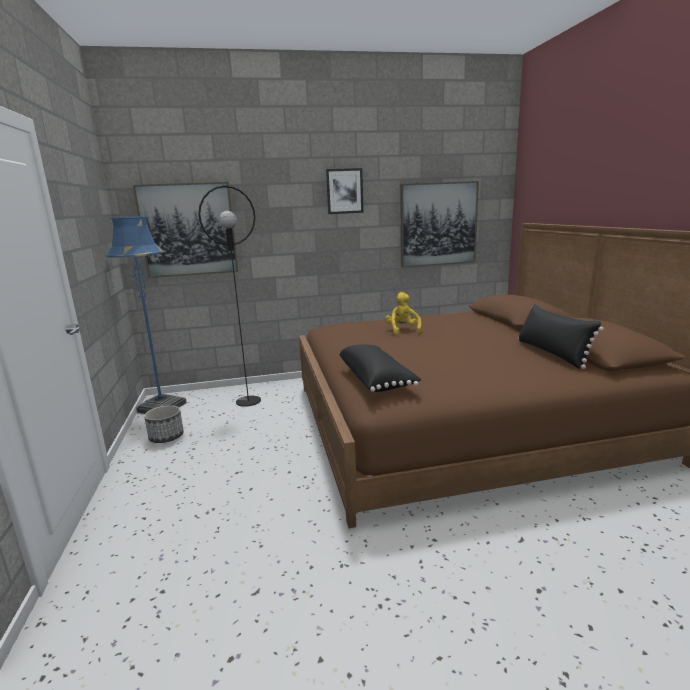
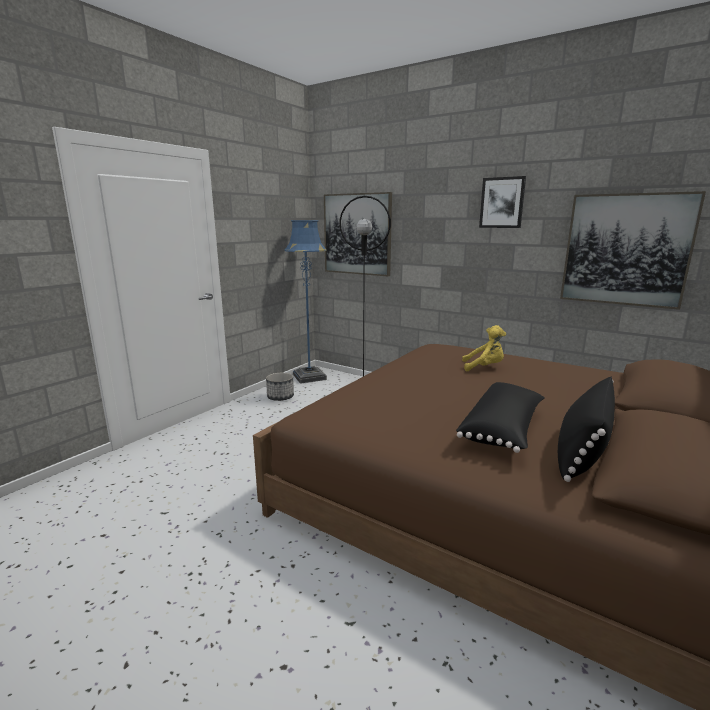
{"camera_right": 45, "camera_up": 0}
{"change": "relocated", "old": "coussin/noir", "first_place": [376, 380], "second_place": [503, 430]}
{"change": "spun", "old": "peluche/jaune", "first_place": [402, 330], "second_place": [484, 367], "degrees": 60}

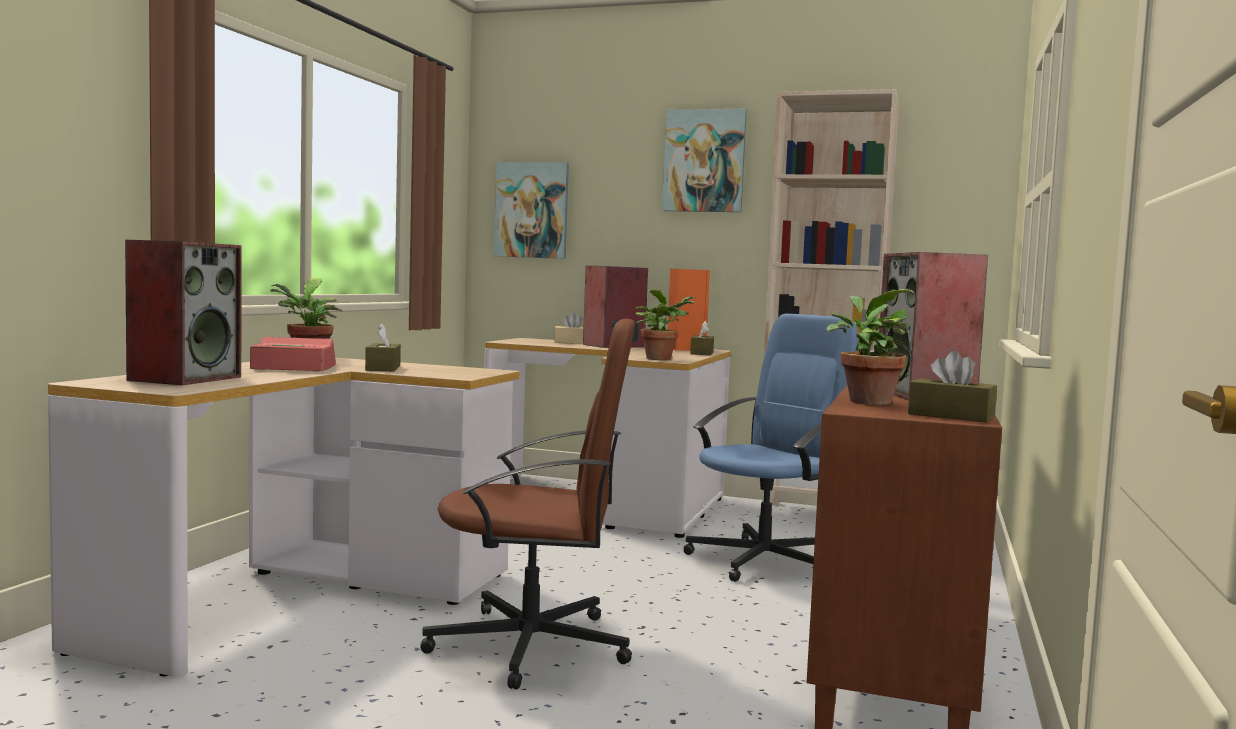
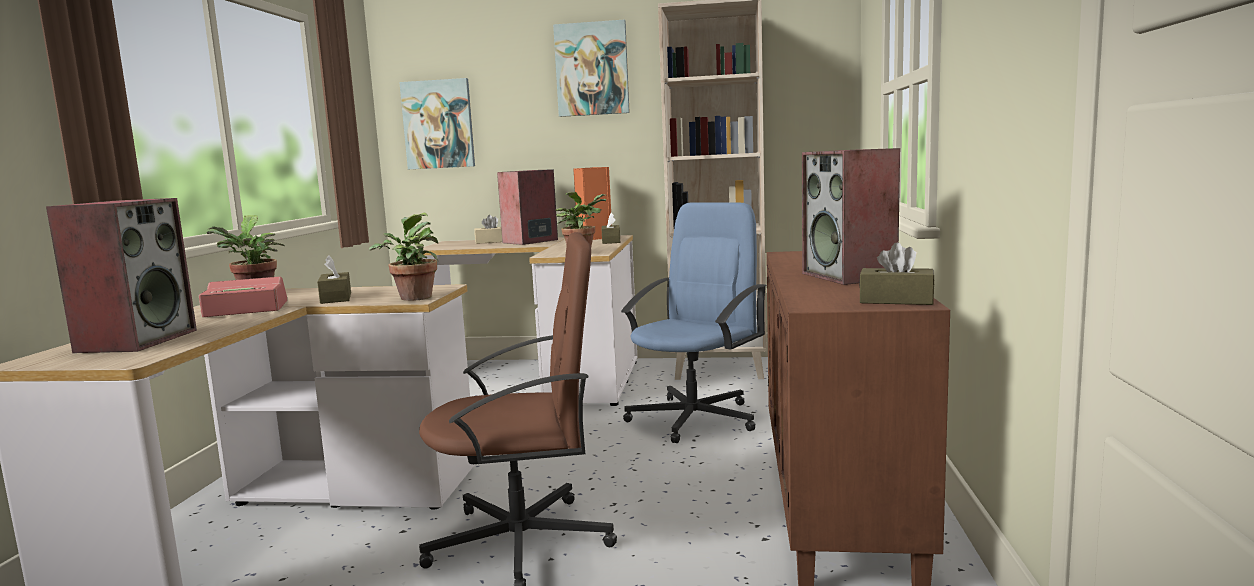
{"camera_right": -10, "camera_up": 5}
{"change": "relocated", "old": "plante en pot", "first_place": [865, 401], "second_place": [414, 297]}

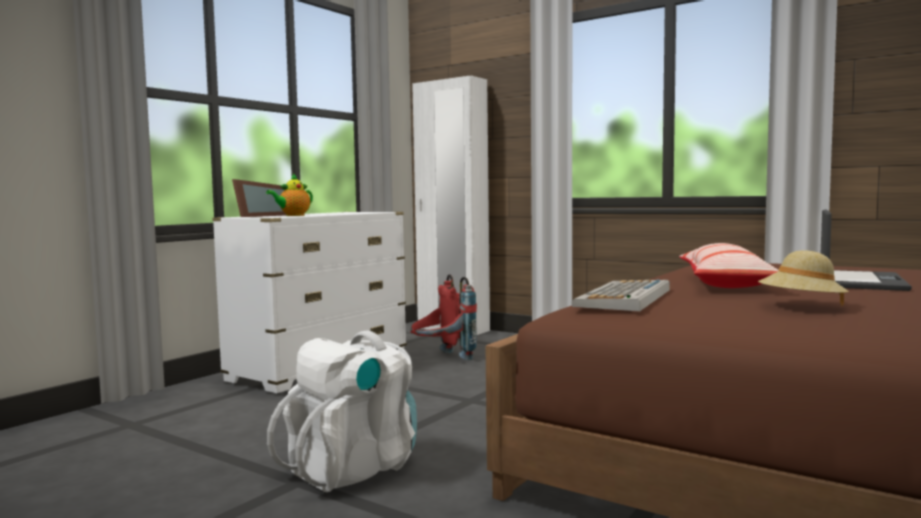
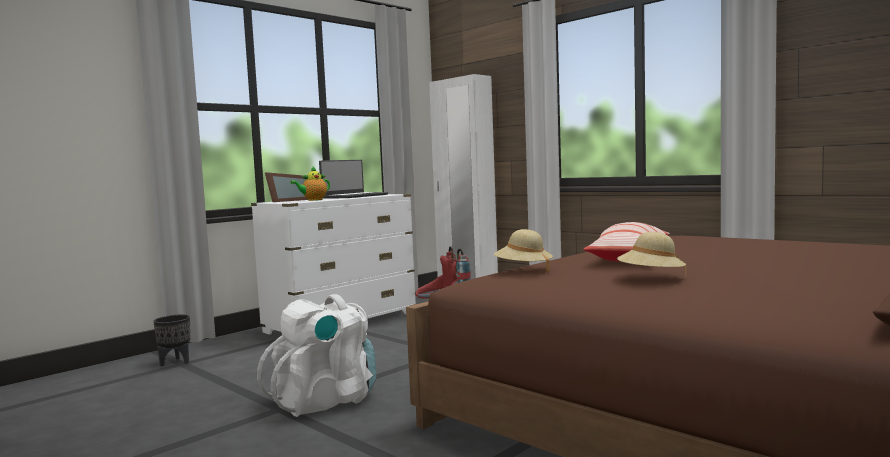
{"camera_right": 10, "camera_up": 0}
{"change": "exchanged", "old": "clavier", "new": "chapeau/beige", "first_place": [624, 298], "second_place": [523, 270]}
{"change": "relocated", "old": "ordinateur portable", "first_place": [859, 281], "second_place": [354, 196]}
{"change": "appeared", "new": "cache-pot/noir", "second_place": [175, 362]}

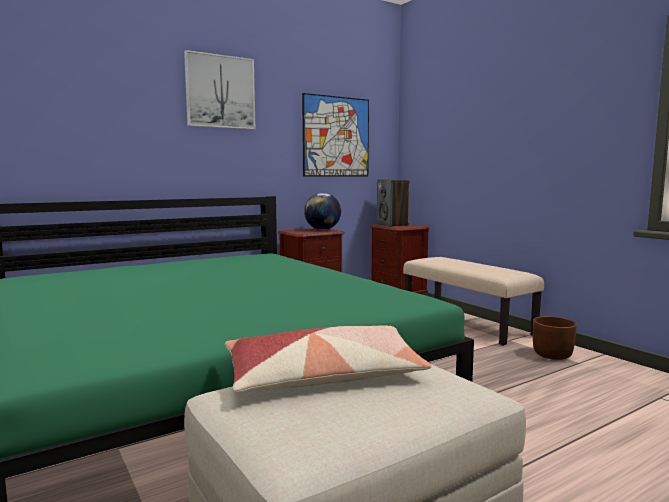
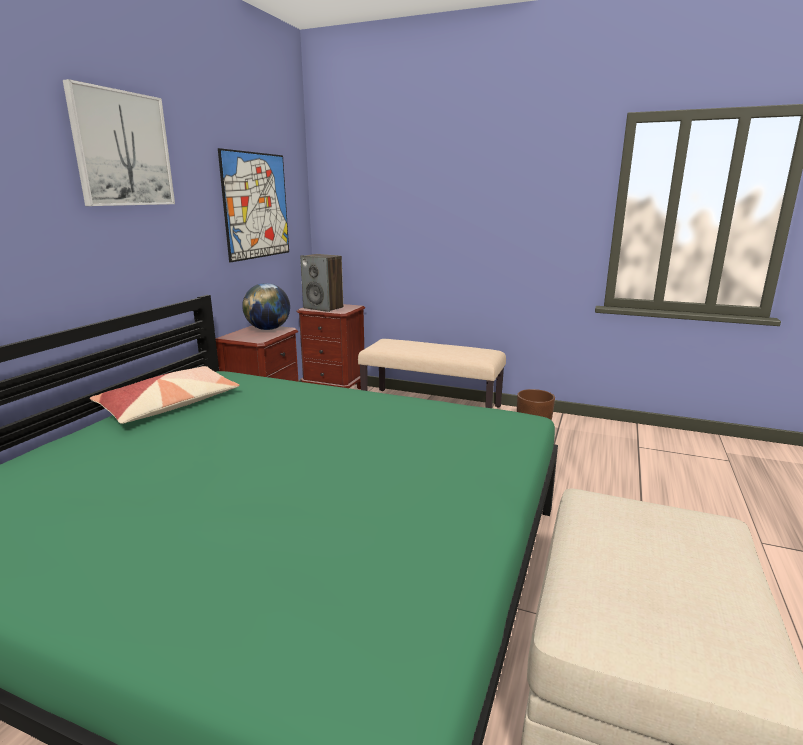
{"camera_right": -35, "camera_up": 10}
{"change": "relocated", "old": "coussin", "first_place": [325, 377], "second_place": [171, 406]}

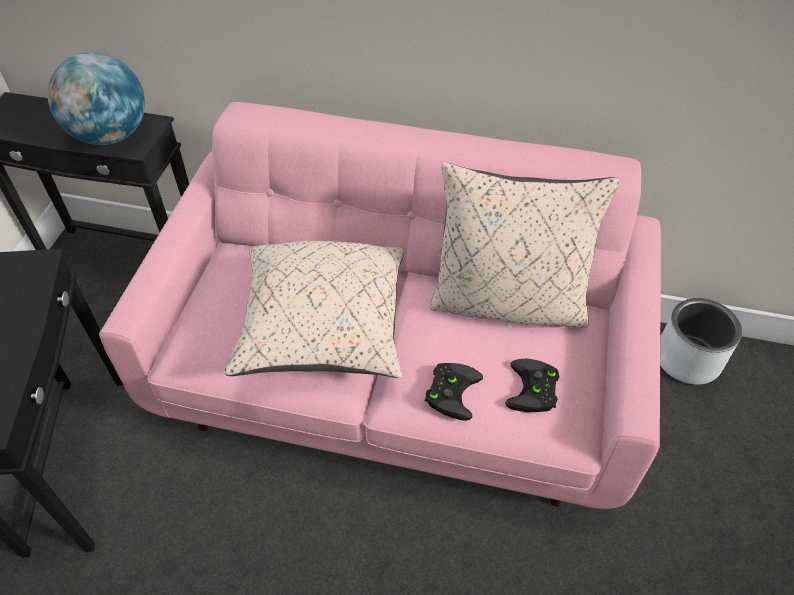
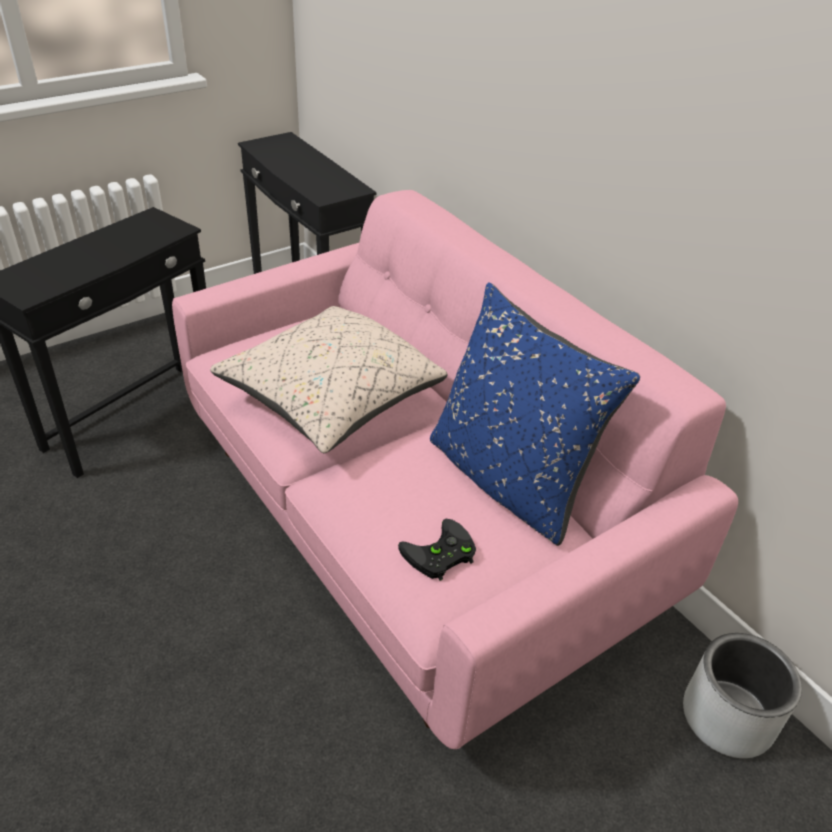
{"camera_right": 40, "camera_up": -10}
{"change": "missing", "old": "globe", "first_place": [110, 135]}
{"change": "missing", "old": "manette/noir", "first_place": [451, 390]}
{"change": "colour", "old": "coussin/beige", "new": "coussin/bleu", "first_place": [508, 302], "second_place": [508, 480]}

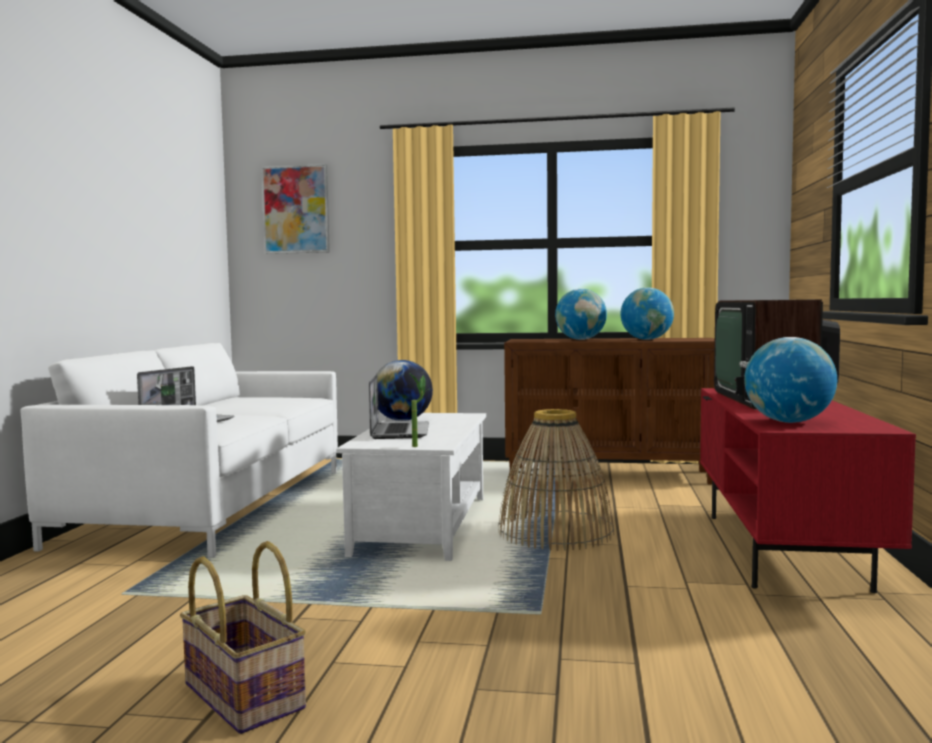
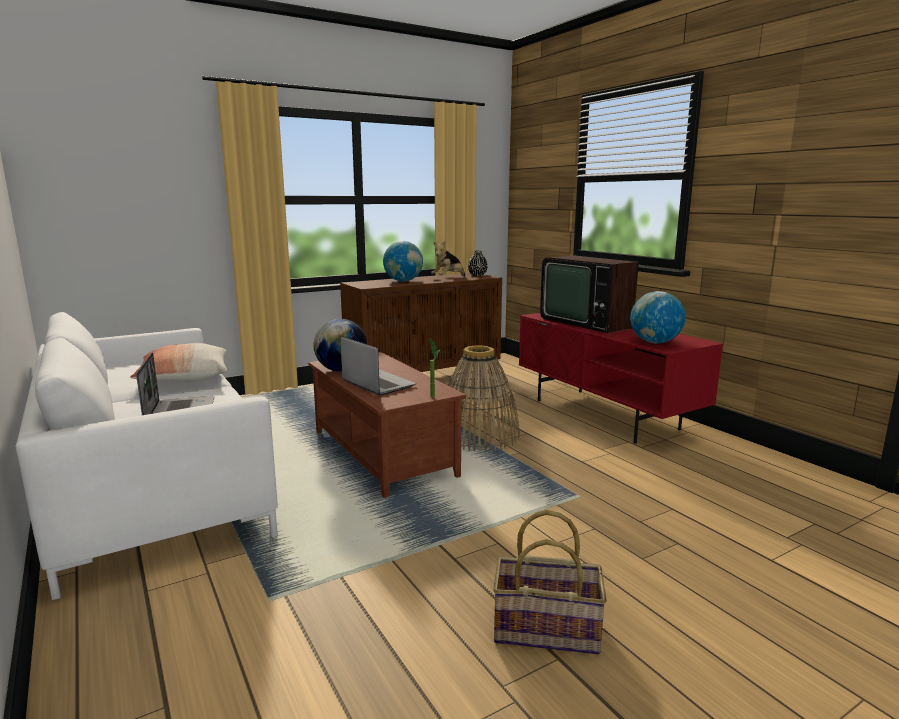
{"camera_right": -40, "camera_up": 10}
{"change": "missing", "old": "tableau", "first_place": [296, 209]}
{"change": "colour", "old": "table basse/blanc", "new": "table basse/marron", "first_place": [421, 524], "second_place": [381, 453]}
{"change": "exchanged", "old": "globe", "new": "peluche", "first_place": [647, 339], "second_place": [448, 278]}
{"change": "appeared", "new": "coussin", "second_place": [184, 379]}
{"change": "appeared", "new": "vase/noir", "second_place": [477, 275]}

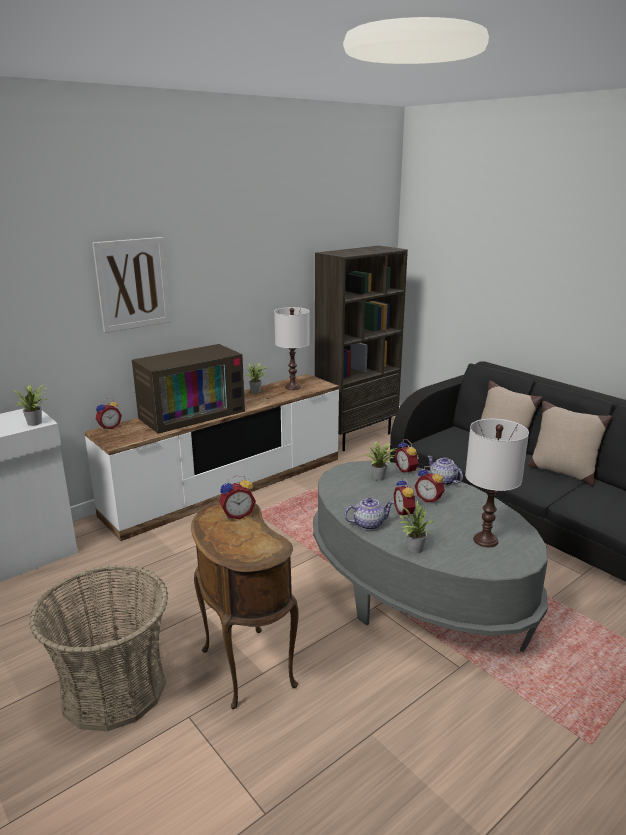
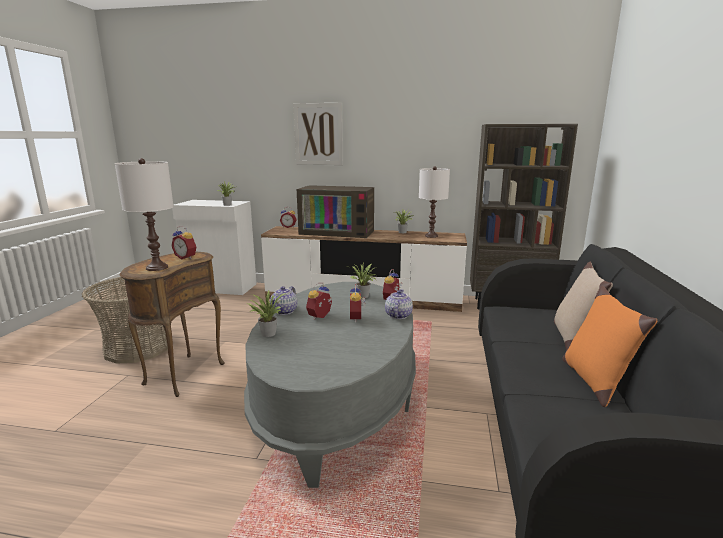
{"camera_right": 50, "camera_up": -5}
{"change": "spun", "old": "théière", "first_place": [368, 524], "second_place": [284, 311], "degrees": 75}
{"change": "relocated", "old": "lampe de table/blanc", "first_place": [486, 540], "second_place": [157, 268]}
{"change": "colour", "old": "coussin/beige", "new": "coussin/orange", "first_place": [562, 472], "second_place": [594, 381]}

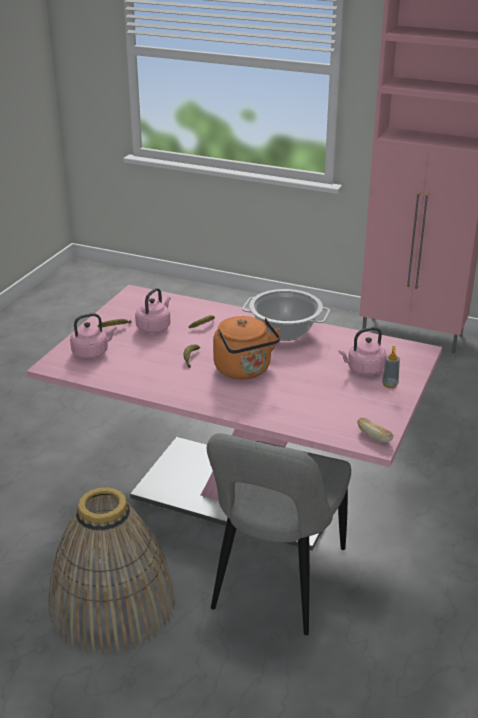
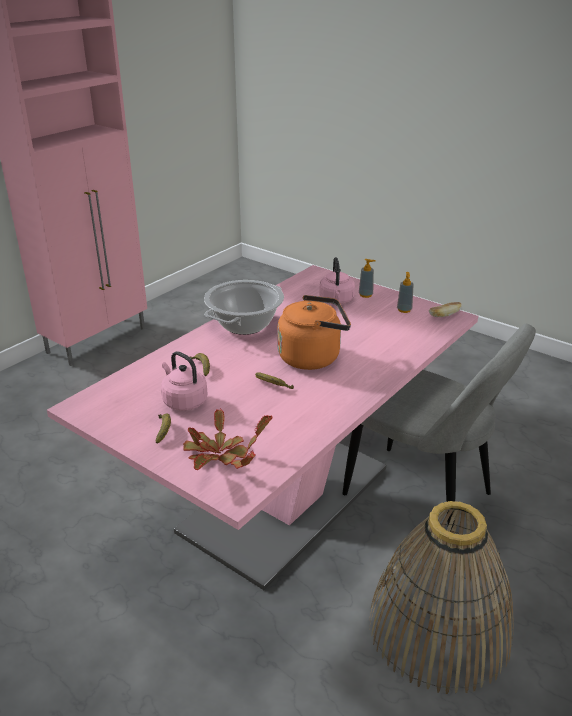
{"camera_right": -75, "camera_up": 0}
{"change": "exchanged", "old": "bouilloire/rose", "new": "plante en pot", "first_place": [92, 352], "second_place": [220, 456]}
{"change": "appeared", "new": "distributeur de savon", "second_place": [404, 310]}

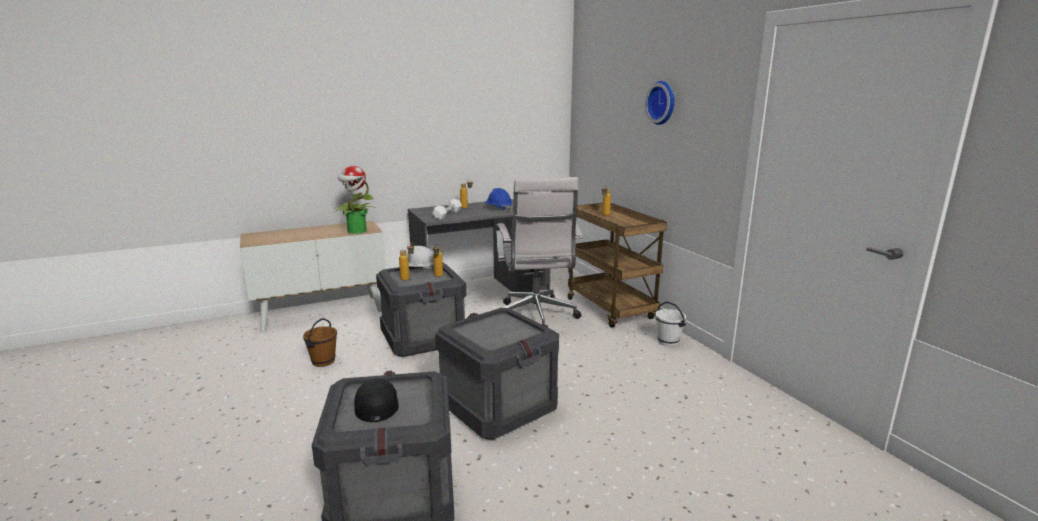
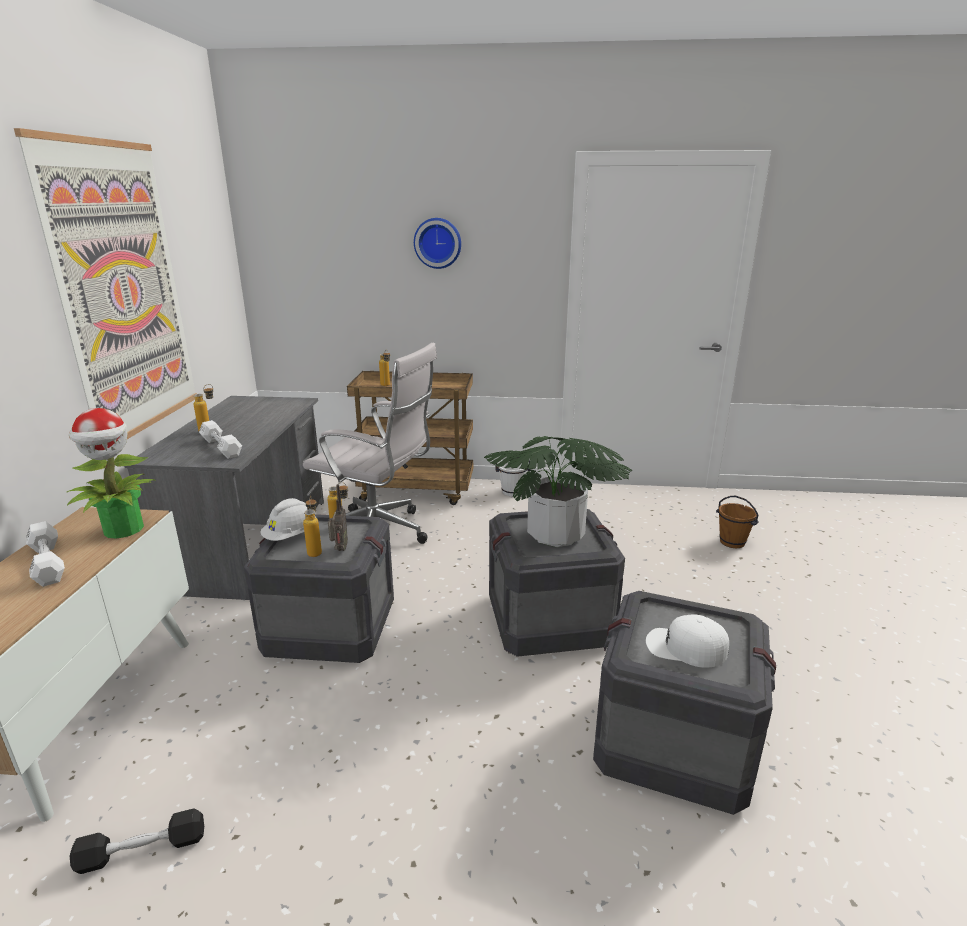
{"camera_right": -60, "camera_up": 5}
{"change": "relocated", "old": "seau/marron", "first_place": [323, 361], "second_place": [732, 542]}
{"change": "colour", "old": "casquette/noir", "new": "casquette/blanc", "first_place": [376, 403], "second_place": [685, 647]}
{"change": "missing", "old": "casque de chantier/bleu", "first_place": [498, 209]}
{"change": "appeared", "new": "tableau", "second_place": [123, 292]}
{"change": "appeared", "new": "haltère/blanc", "second_place": [47, 563]}
{"change": "appeared", "new": "haltère/noir", "second_place": [142, 850]}
{"change": "appeared", "new": "radio", "second_place": [339, 550]}
{"change": "appeared", "new": "plante en pot", "second_place": [555, 535]}

